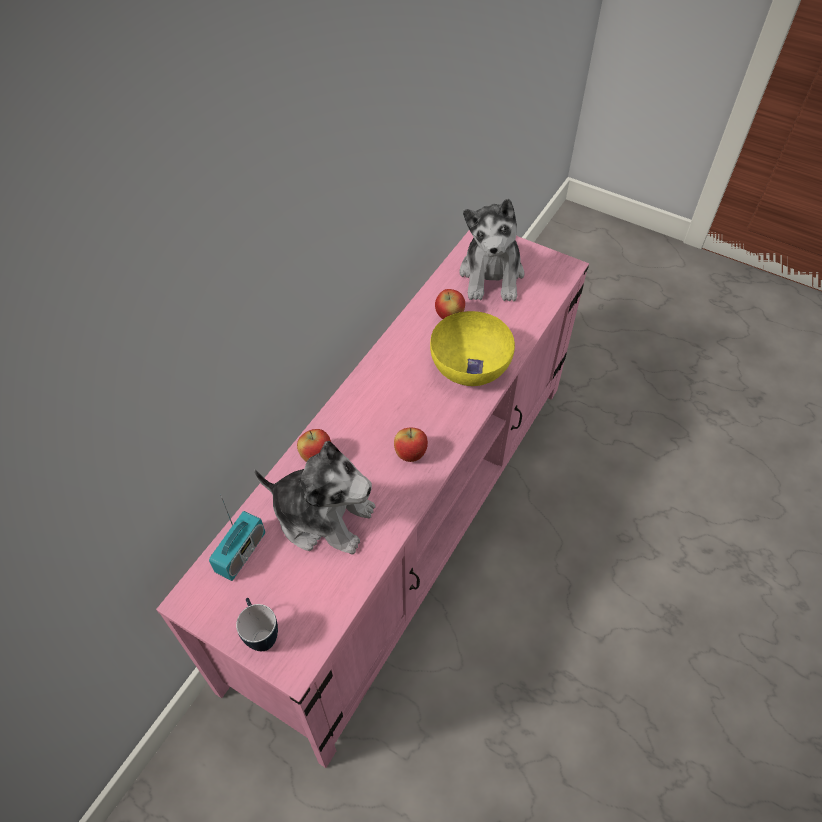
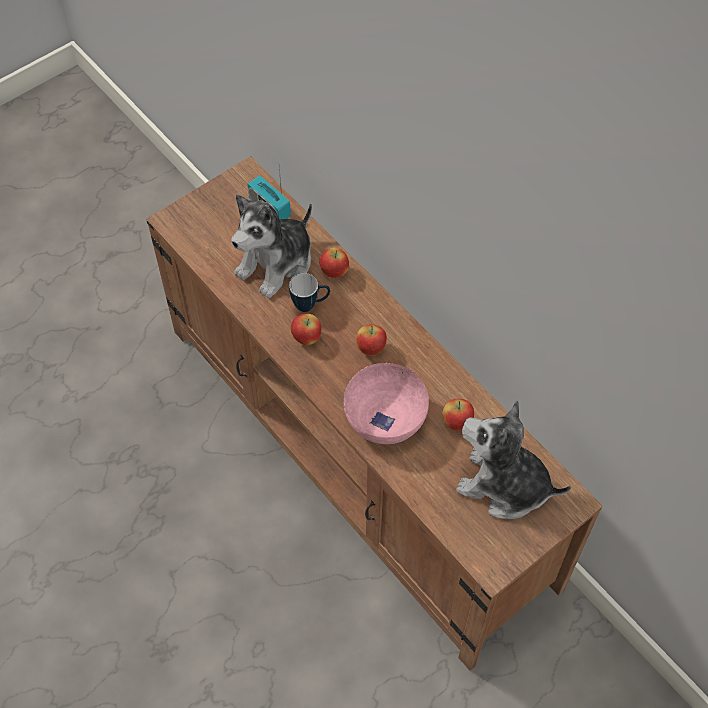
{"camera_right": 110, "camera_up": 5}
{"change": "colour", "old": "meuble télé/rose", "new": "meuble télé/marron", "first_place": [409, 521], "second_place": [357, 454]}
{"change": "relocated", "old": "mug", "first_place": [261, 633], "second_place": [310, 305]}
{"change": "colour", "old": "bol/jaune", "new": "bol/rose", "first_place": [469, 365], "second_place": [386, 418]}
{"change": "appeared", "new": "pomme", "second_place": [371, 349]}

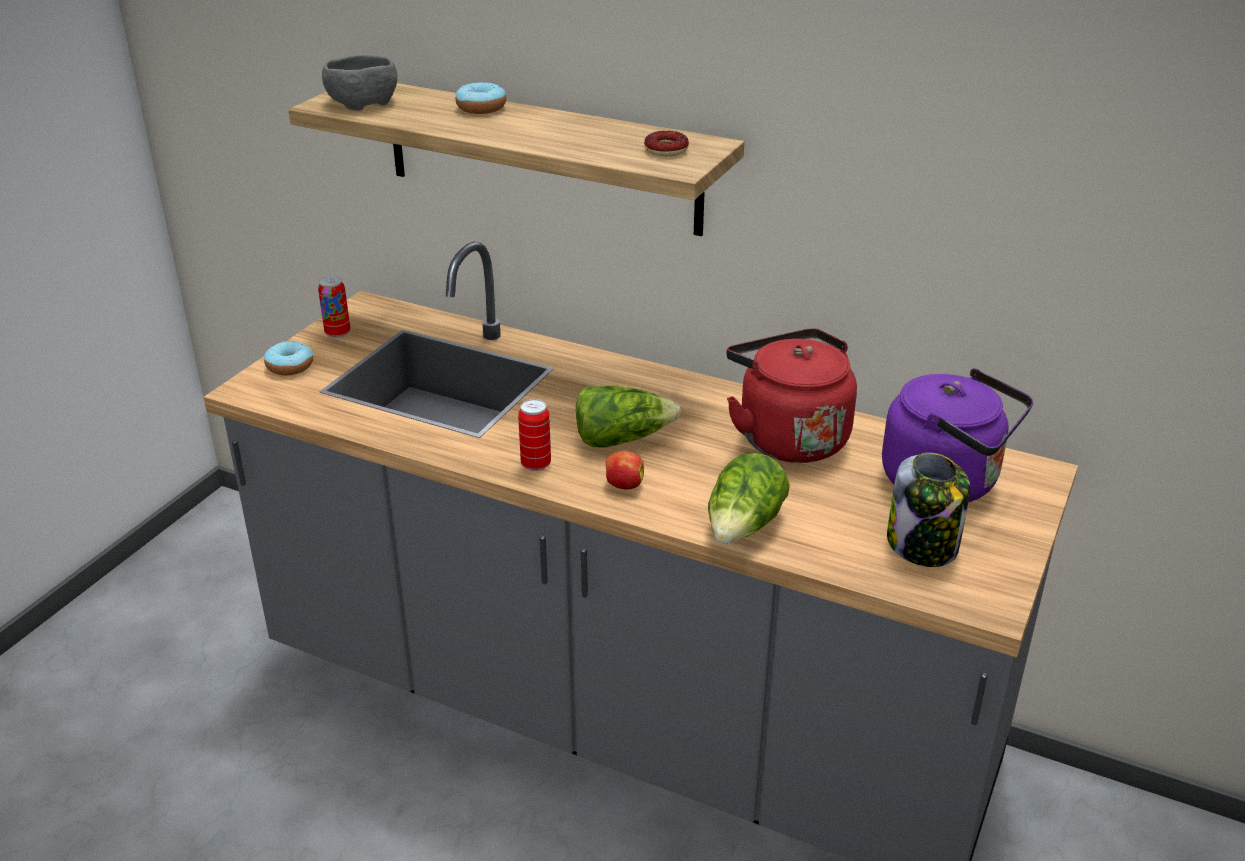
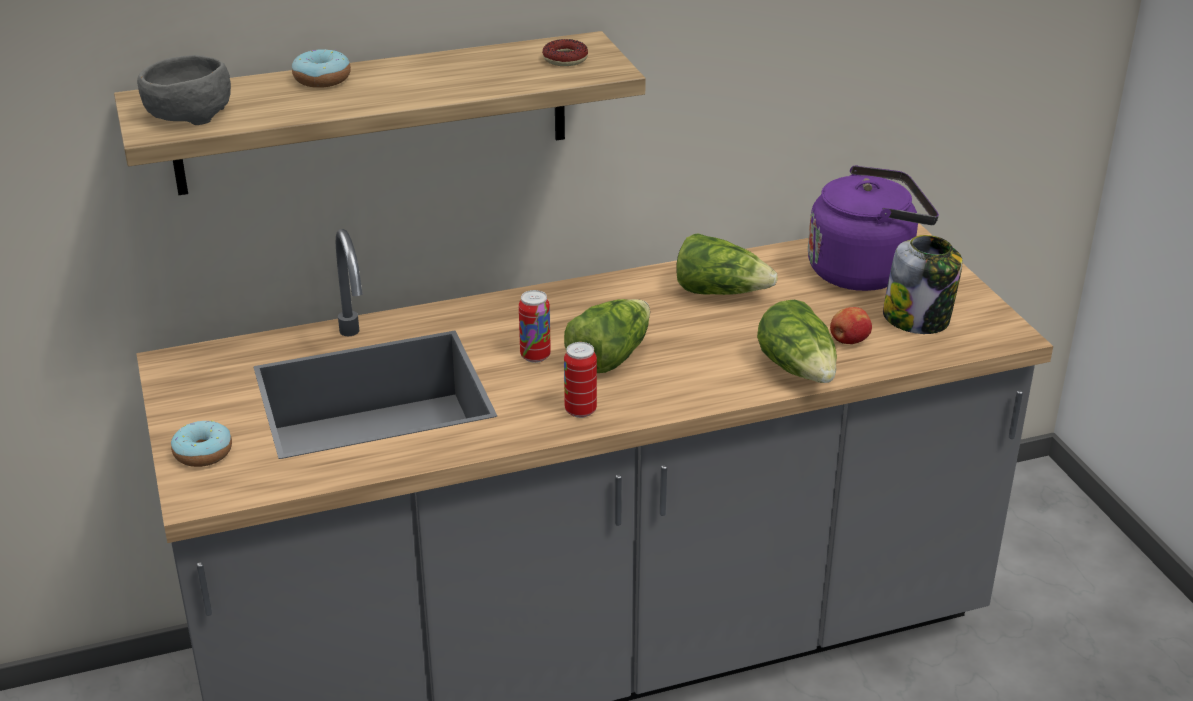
{"camera_right": -45, "camera_up": 0}
{"change": "relocated", "old": "boîte métallique", "first_place": [337, 333], "second_place": [535, 356]}
{"change": "relocated", "old": "pomme", "first_place": [623, 485], "second_place": [848, 341]}
{"change": "exchanged", "old": "bouilloire/rouge", "new": "laitue", "first_place": [788, 437], "second_place": [720, 292]}

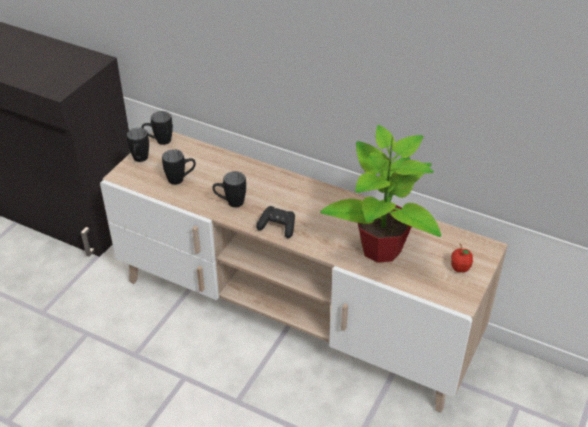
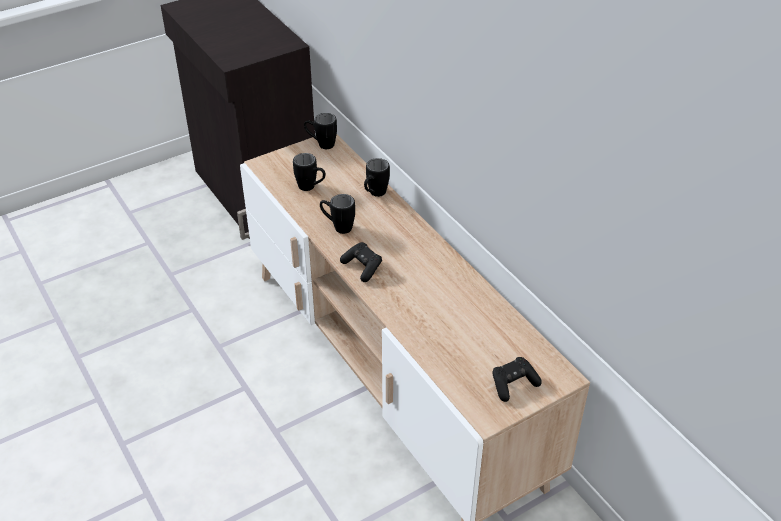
{"camera_right": 30, "camera_up": 0}
{"change": "relocated", "old": "mug/noir", "first_place": [139, 160], "second_place": [374, 194]}
{"change": "missing", "old": "plante en pot", "first_place": [380, 249]}
{"change": "exchanged", "old": "pomme", "new": "manette/noir", "first_place": [460, 268], "second_place": [513, 384]}

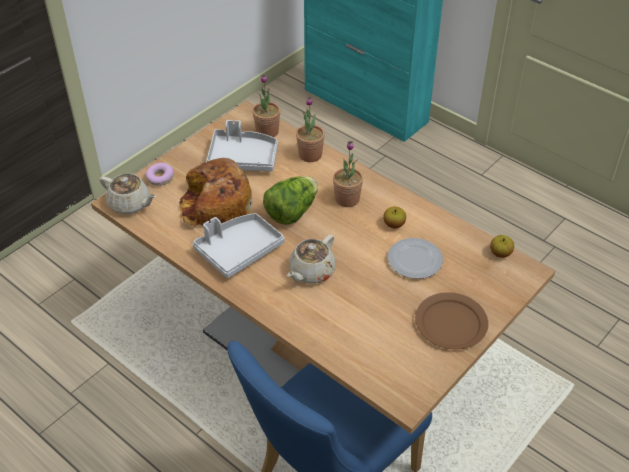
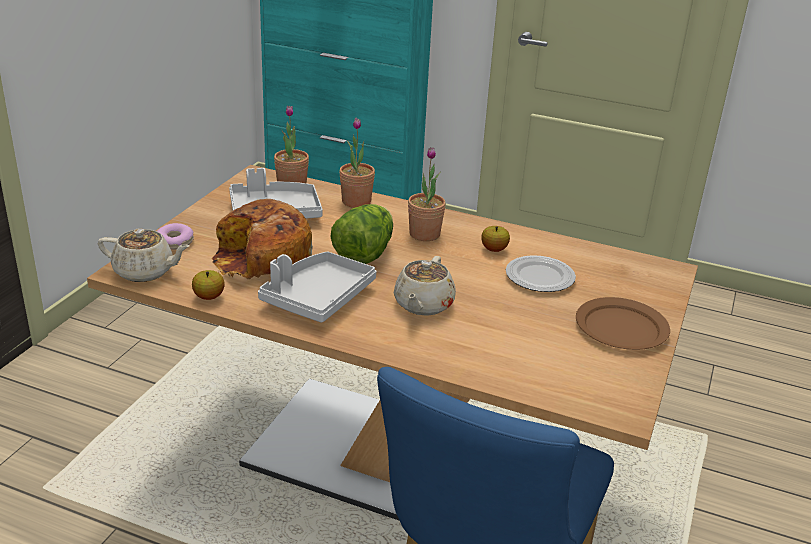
{"camera_right": -20, "camera_up": -15}
{"change": "relocated", "old": "pomme", "first_place": [500, 253], "second_place": [209, 297]}

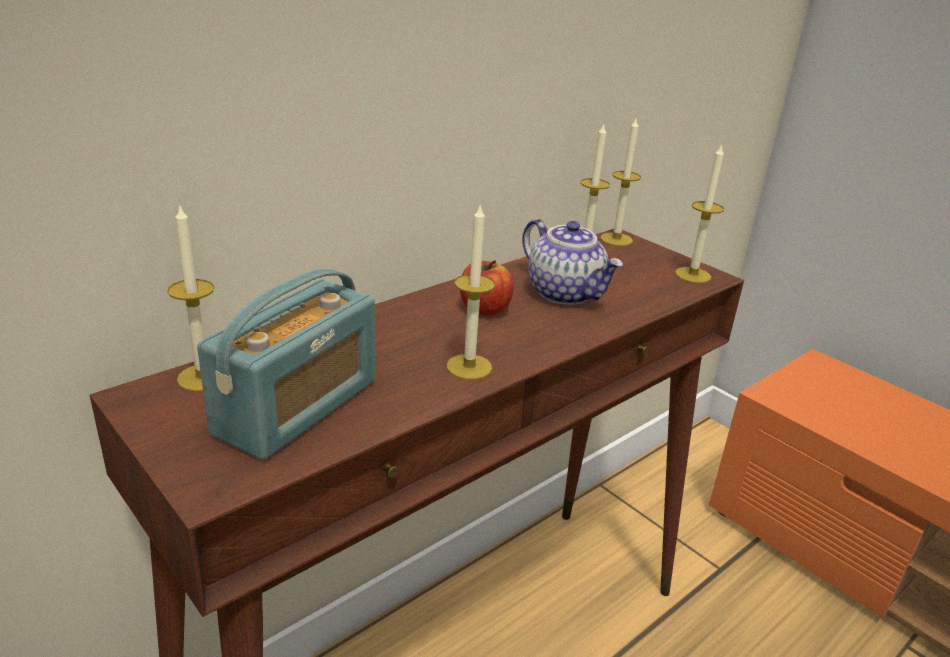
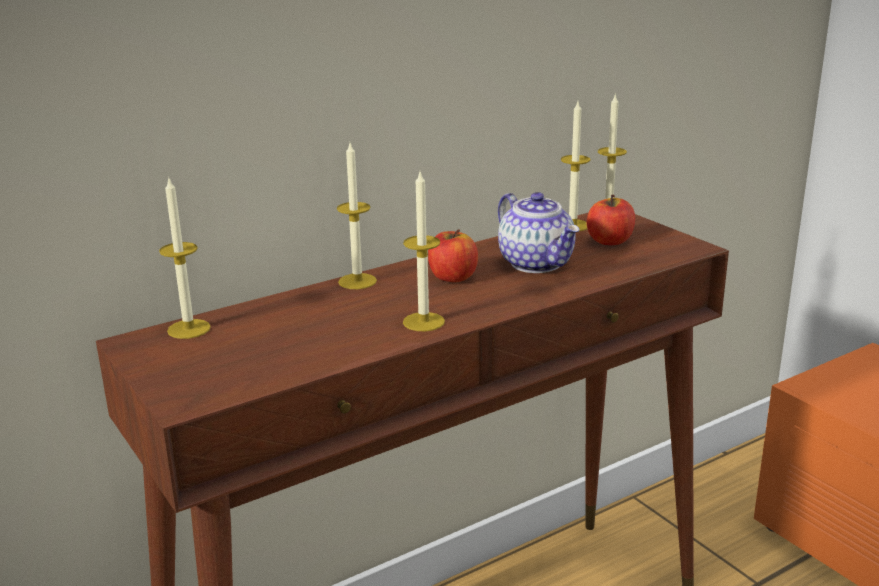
{"camera_right": 10, "camera_up": -5}
{"change": "missing", "old": "radio", "first_place": [297, 407]}
{"change": "relocated", "old": "bougie", "first_place": [693, 275], "second_place": [357, 281]}
{"change": "appeared", "new": "pomme", "second_place": [610, 241]}

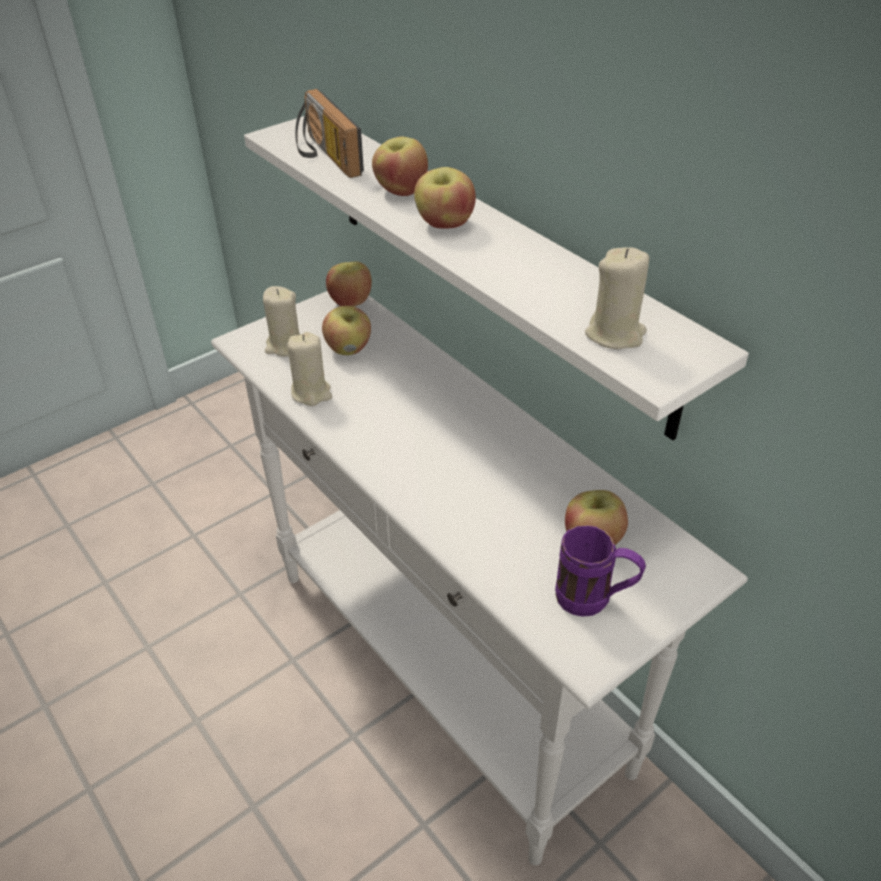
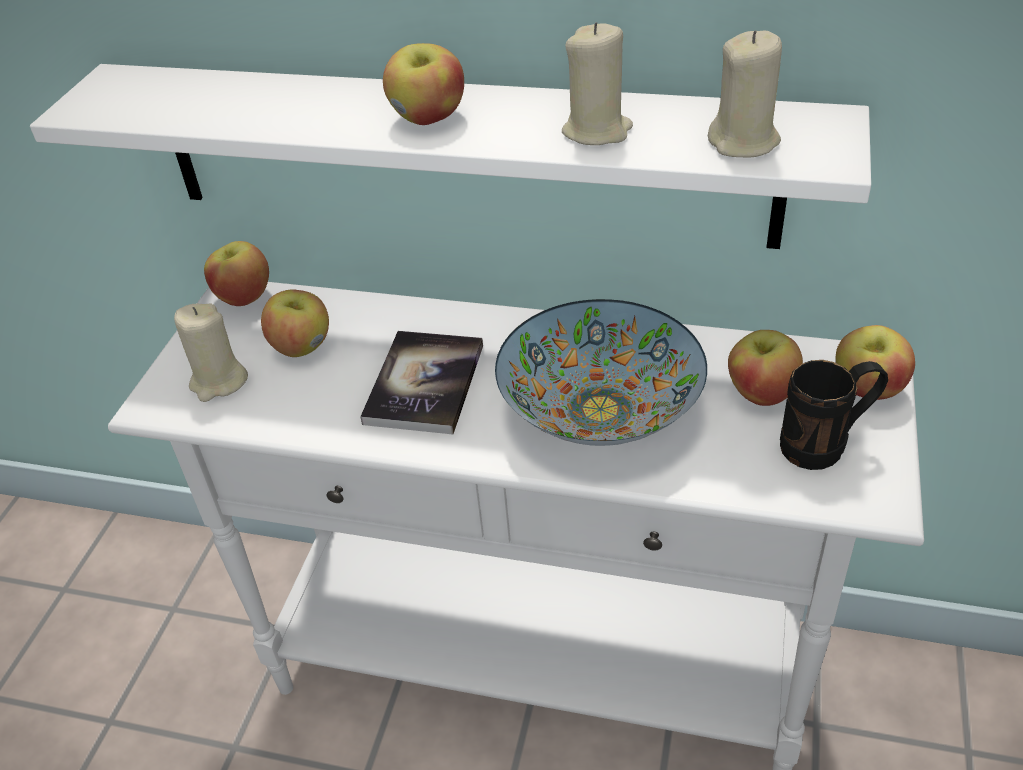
{"camera_right": -35, "camera_up": 0}
{"change": "relocated", "old": "bougie/beige", "first_place": [311, 393], "second_place": [597, 131]}
{"change": "missing", "old": "radio", "first_place": [324, 156]}
{"change": "relocated", "old": "pomme", "first_place": [401, 190], "second_place": [867, 389]}
{"change": "colour", "old": "mug/violet", "new": "mug/noir", "first_place": [594, 601], "second_place": [826, 445]}
{"change": "appeared", "new": "livre", "second_place": [424, 384]}
{"change": "appeared", "new": "bol", "second_place": [599, 411]}

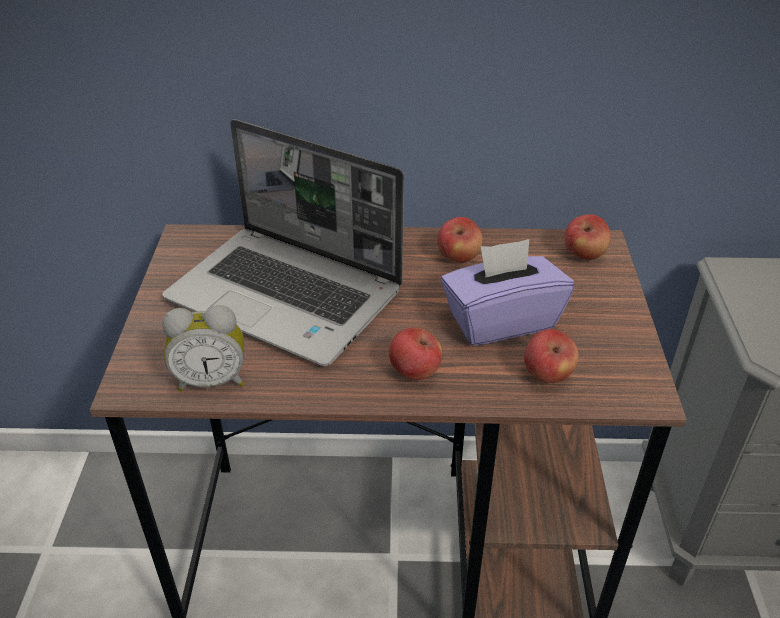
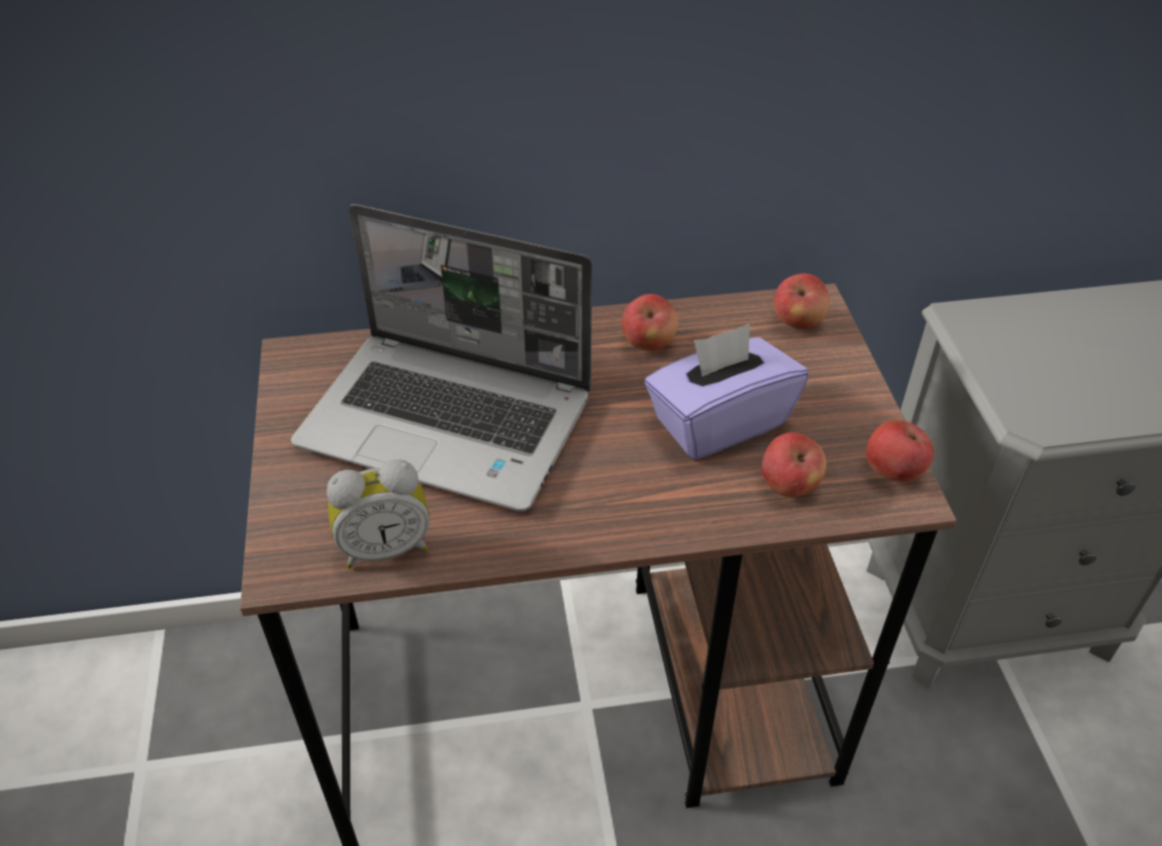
{"camera_right": -10, "camera_up": 5}
{"change": "relocated", "old": "pomme", "first_place": [414, 372], "second_place": [893, 471]}

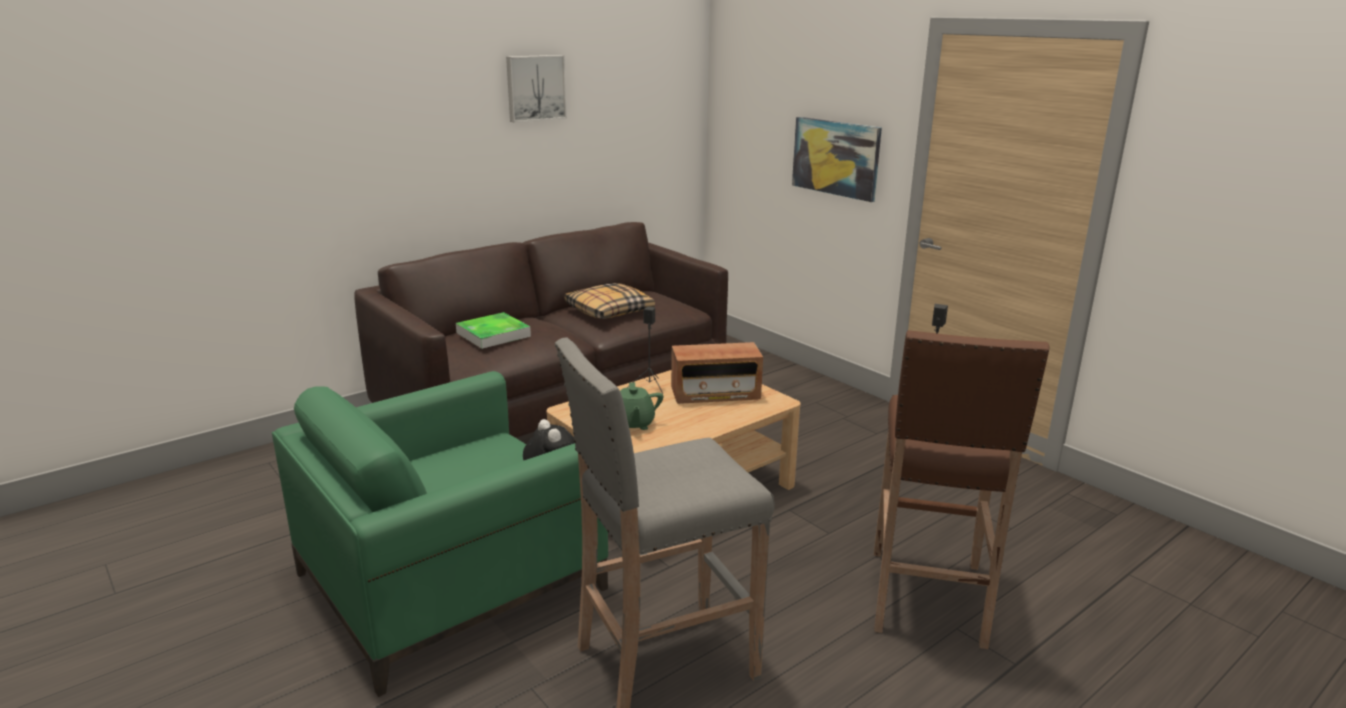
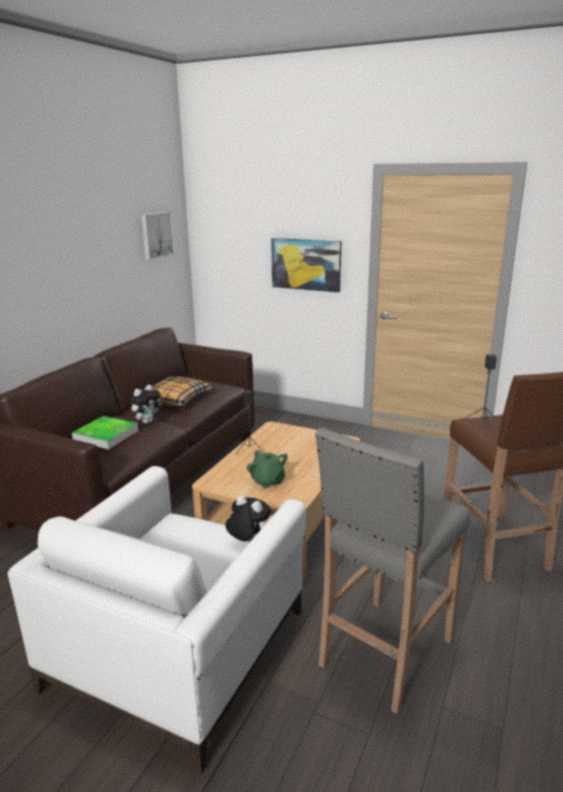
{"camera_right": -25, "camera_up": 0}
{"change": "colour", "old": "fauteuil/vert", "new": "fauteuil/blanc", "first_place": [452, 580], "second_place": [179, 647]}
{"change": "relocated", "old": "tableau", "first_place": [535, 88], "second_place": [156, 235]}
{"change": "missing", "old": "radio", "first_place": [715, 394]}
{"change": "appeared", "new": "peluche", "second_place": [147, 421]}

